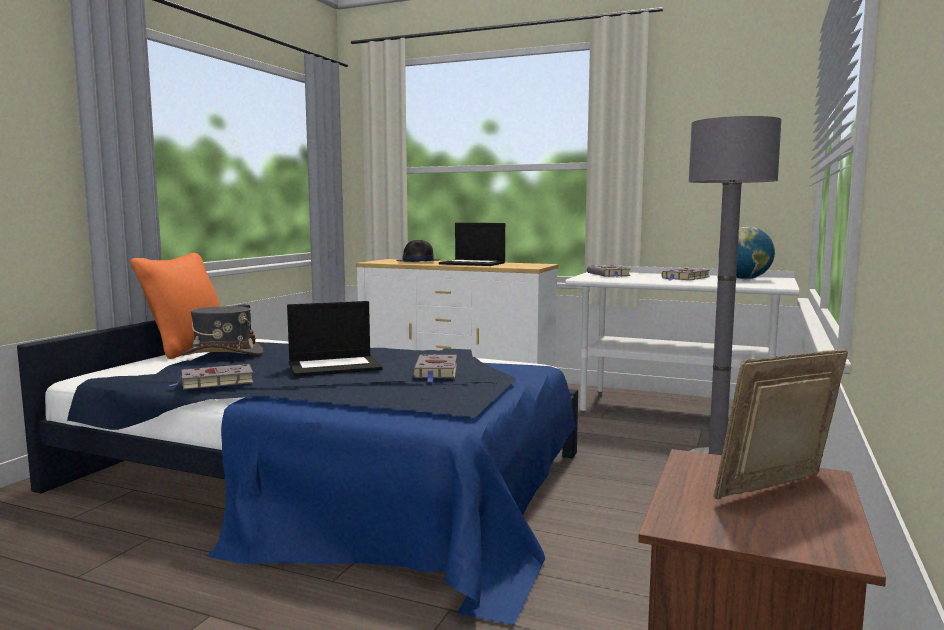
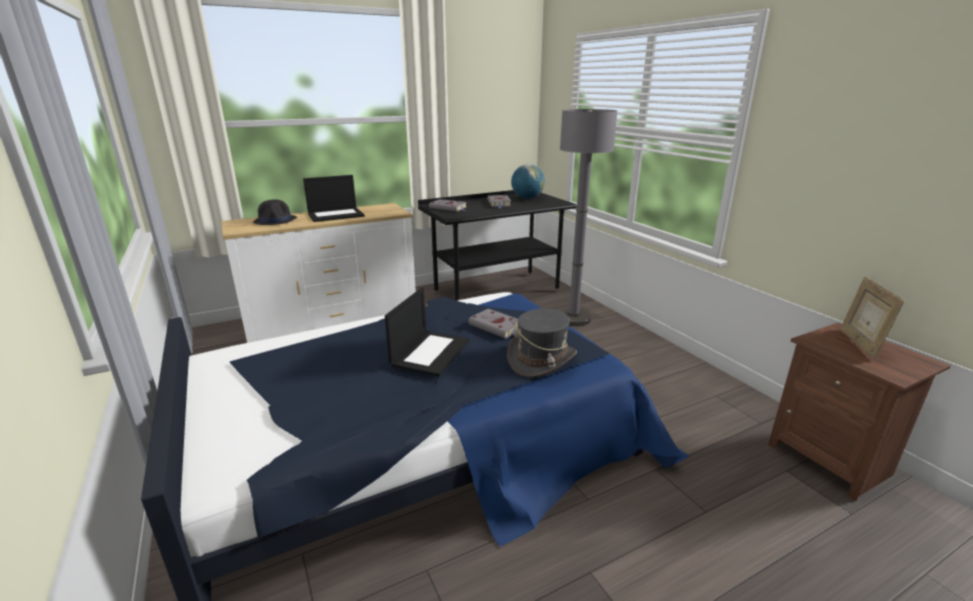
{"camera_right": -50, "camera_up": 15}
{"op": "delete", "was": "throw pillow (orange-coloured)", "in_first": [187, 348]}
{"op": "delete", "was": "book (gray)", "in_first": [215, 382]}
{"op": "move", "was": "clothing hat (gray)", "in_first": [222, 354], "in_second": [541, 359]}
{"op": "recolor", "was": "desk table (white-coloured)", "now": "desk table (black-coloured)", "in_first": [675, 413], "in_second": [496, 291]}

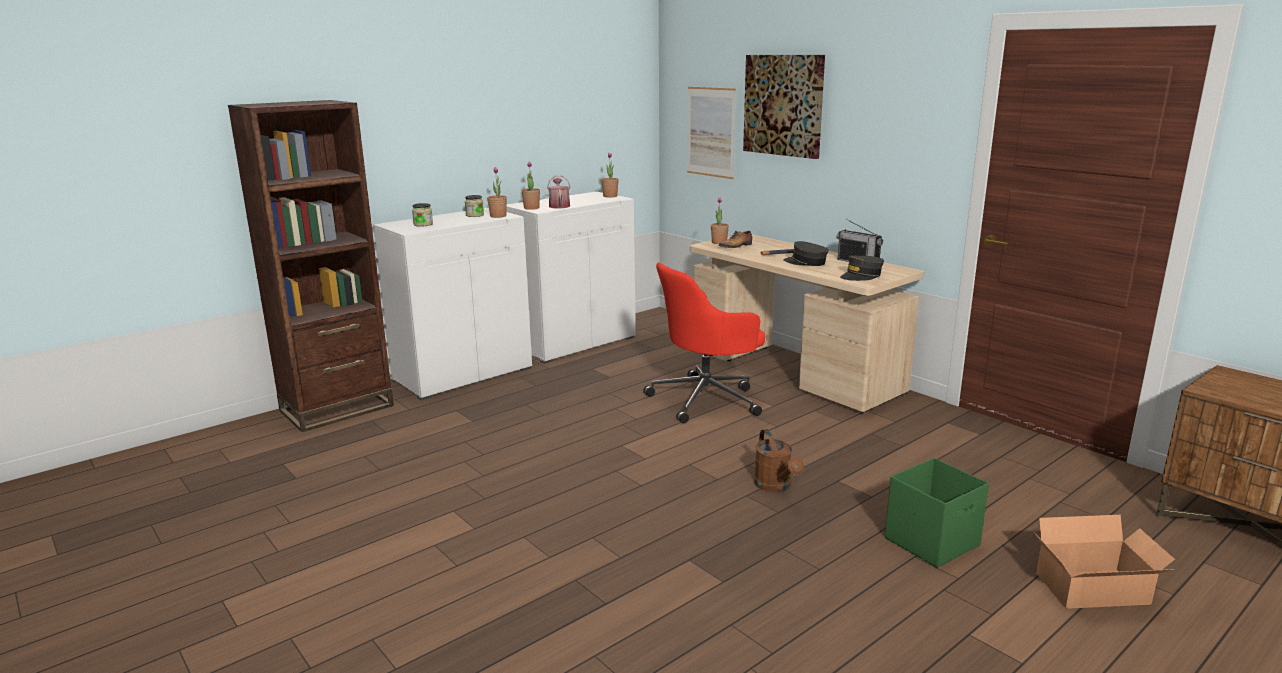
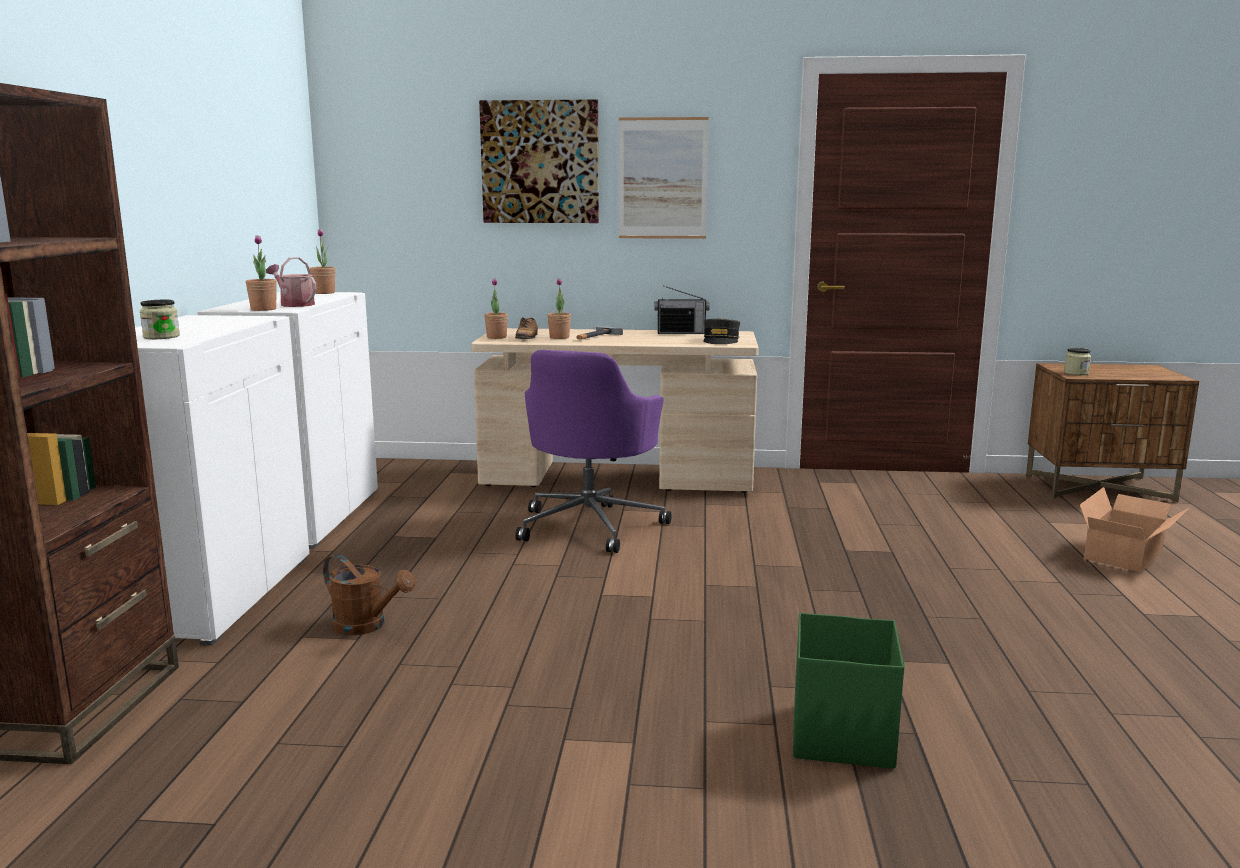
{"camera_right": -45, "camera_up": -5}
{"op": "delete", "was": "cap (gray)", "in_first": [805, 262]}
{"op": "move", "was": "preserve jar", "in_first": [475, 215], "in_second": [1076, 373]}
{"op": "move", "was": "houseplant", "in_first": [498, 216], "in_second": [559, 337]}
{"op": "move", "was": "wall picture", "in_first": [711, 132], "in_second": [662, 178]}
{"op": "move", "was": "watering can (brown-coloured)", "in_first": [776, 487], "in_second": [367, 626]}
{"op": "move", "was": "storage box (green-coloured)", "in_first": [933, 542], "in_second": [843, 735]}
{"op": "recolor", "was": "office chair (red-coloured)", "now": "office chair (purple-coloured)", "in_first": [707, 399], "in_second": [591, 525]}

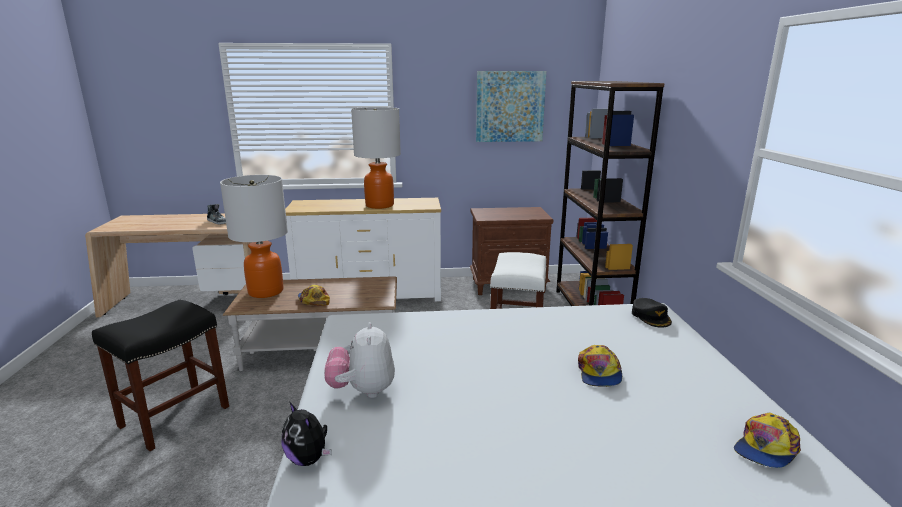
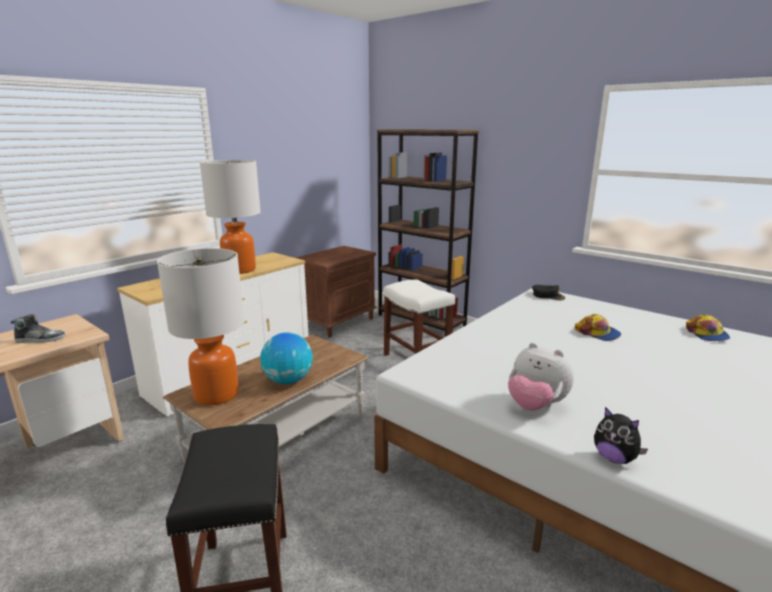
{"camera_right": -45, "camera_up": 0}
{"op": "delete", "was": "wall picture", "in_first": [510, 106]}
{"op": "replace", "was": "cap", "now": "globe", "in_first": [313, 300], "in_second": [288, 380]}
{"op": "rotate", "was": "cuddly toy", "in_first": [308, 458], "in_second": [614, 458], "clockwise": 45}

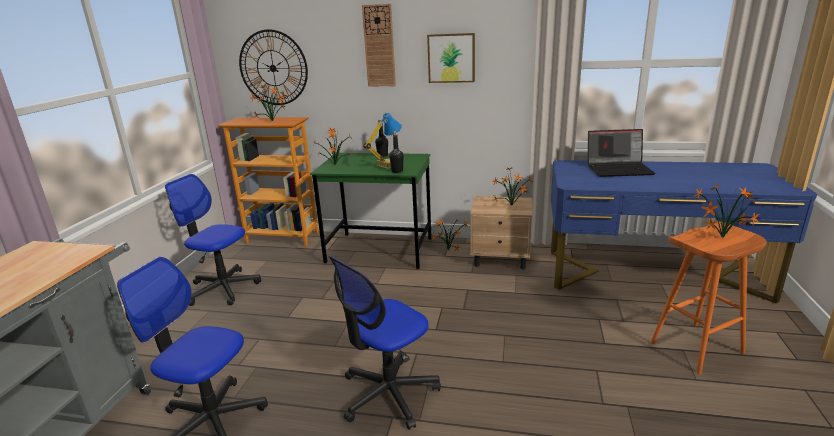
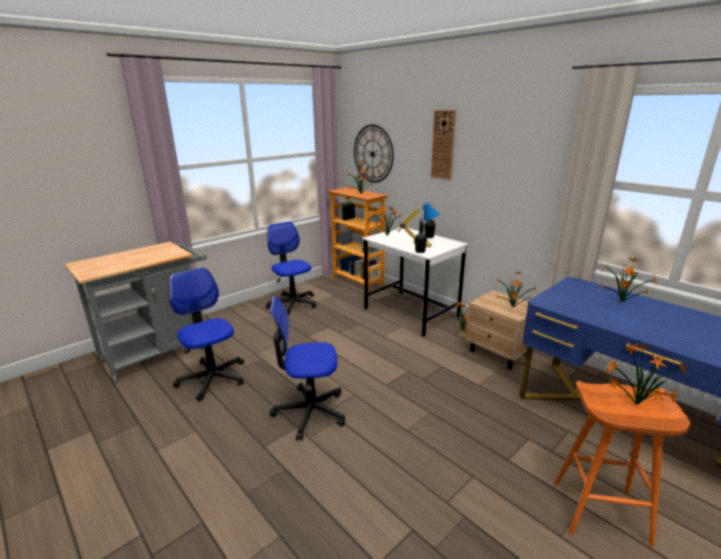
{"camera_right": 35, "camera_up": 0}
{"op": "delete", "was": "wall picture", "in_first": [451, 58]}
{"op": "replace", "was": "laptop", "now": "houseplant", "in_first": [619, 169], "in_second": [623, 303]}
{"op": "recolor", "was": "desk table (green-coloured)", "now": "desk table (white-coloured)", "in_first": [380, 250], "in_second": [411, 313]}

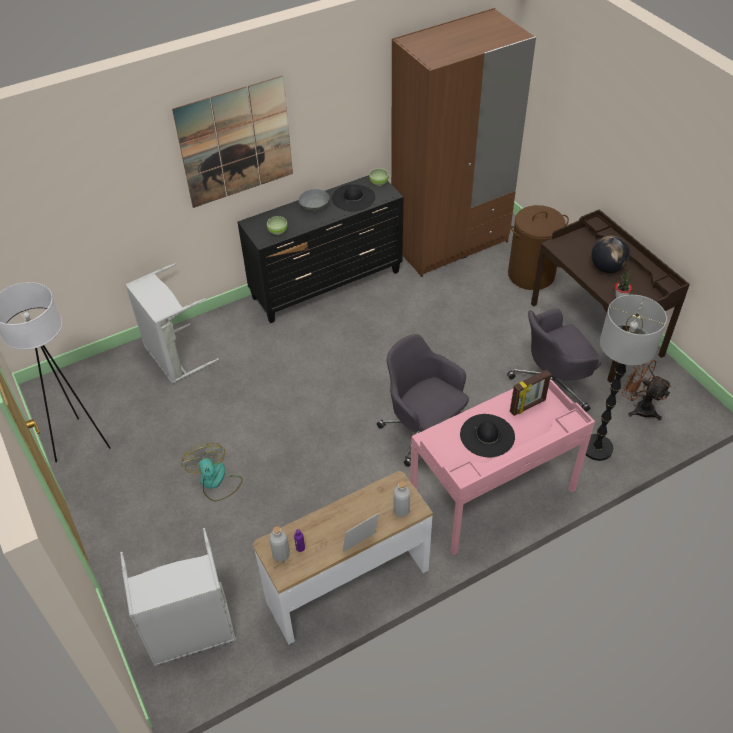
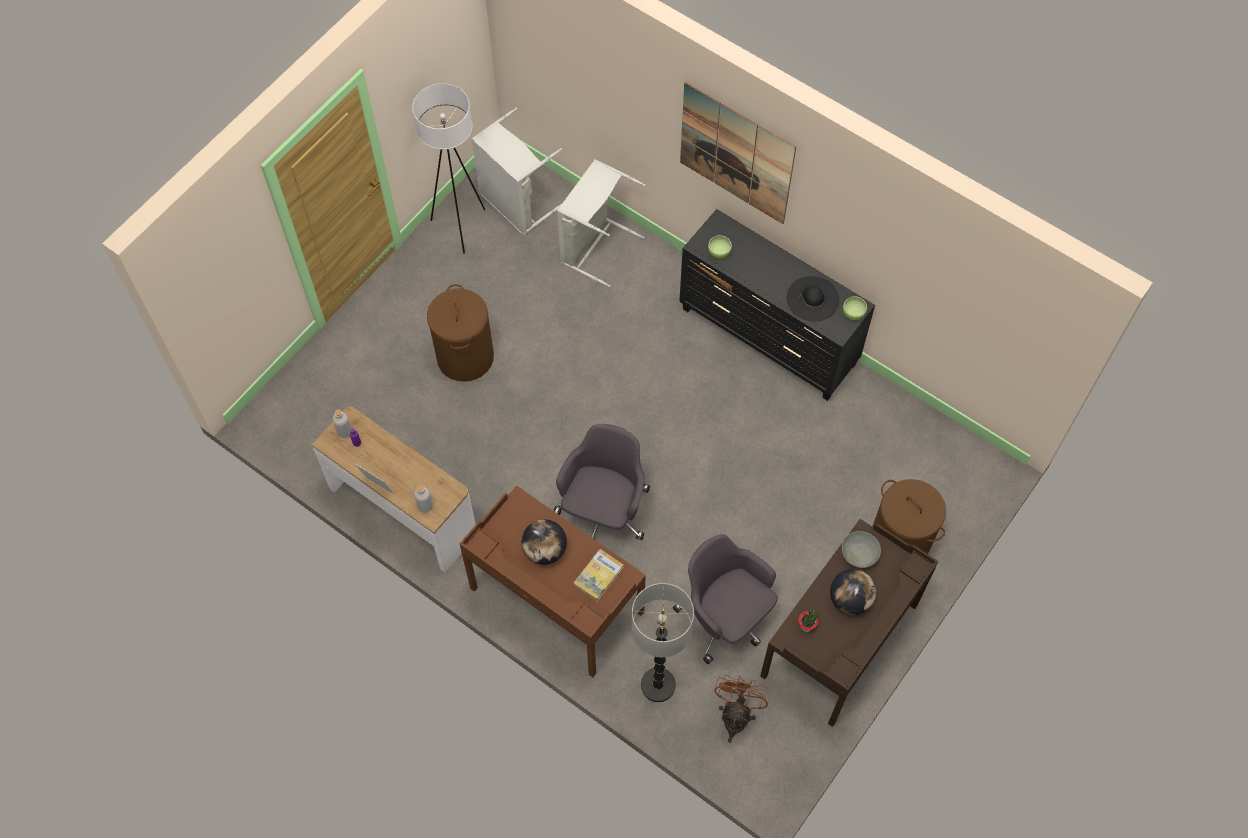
{"camera_right": 65, "camera_up": 15}
{"op": "delete", "was": "wardrobe (brown-coloured)", "in_first": [450, 243]}
{"op": "move", "was": "hamper (gray)", "in_first": [191, 633], "in_second": [515, 204]}
{"op": "move", "was": "bowl (gray)", "in_first": [315, 207], "in_second": [859, 554]}
{"op": "replace", "was": "fan", "now": "hamper (brown-coloured)", "in_first": [215, 482], "in_second": [465, 357]}
{"op": "replace", "was": "clothing hat (black-coloured)", "now": "globe", "in_first": [487, 435], "in_second": [545, 550]}
{"op": "replace", "was": "standing frame", "now": "book", "in_first": [528, 406], "in_second": [598, 576]}
{"op": "recolor", "was": "desk table (pinkish)", "now": "desk table (brown-coloured)", "in_first": [493, 493], "in_second": [556, 601]}

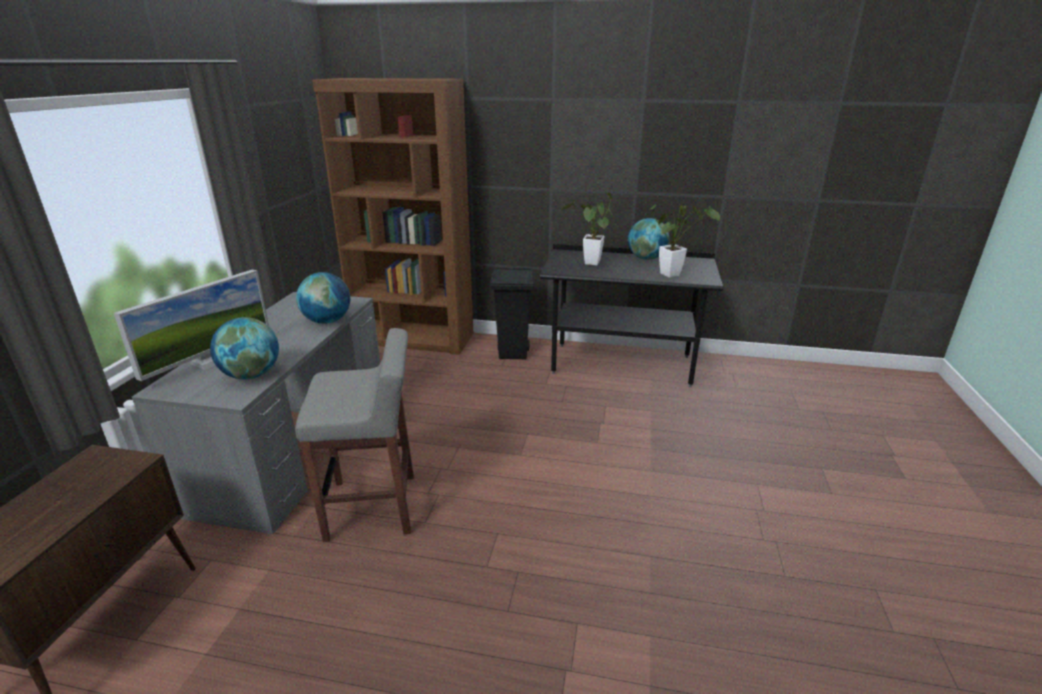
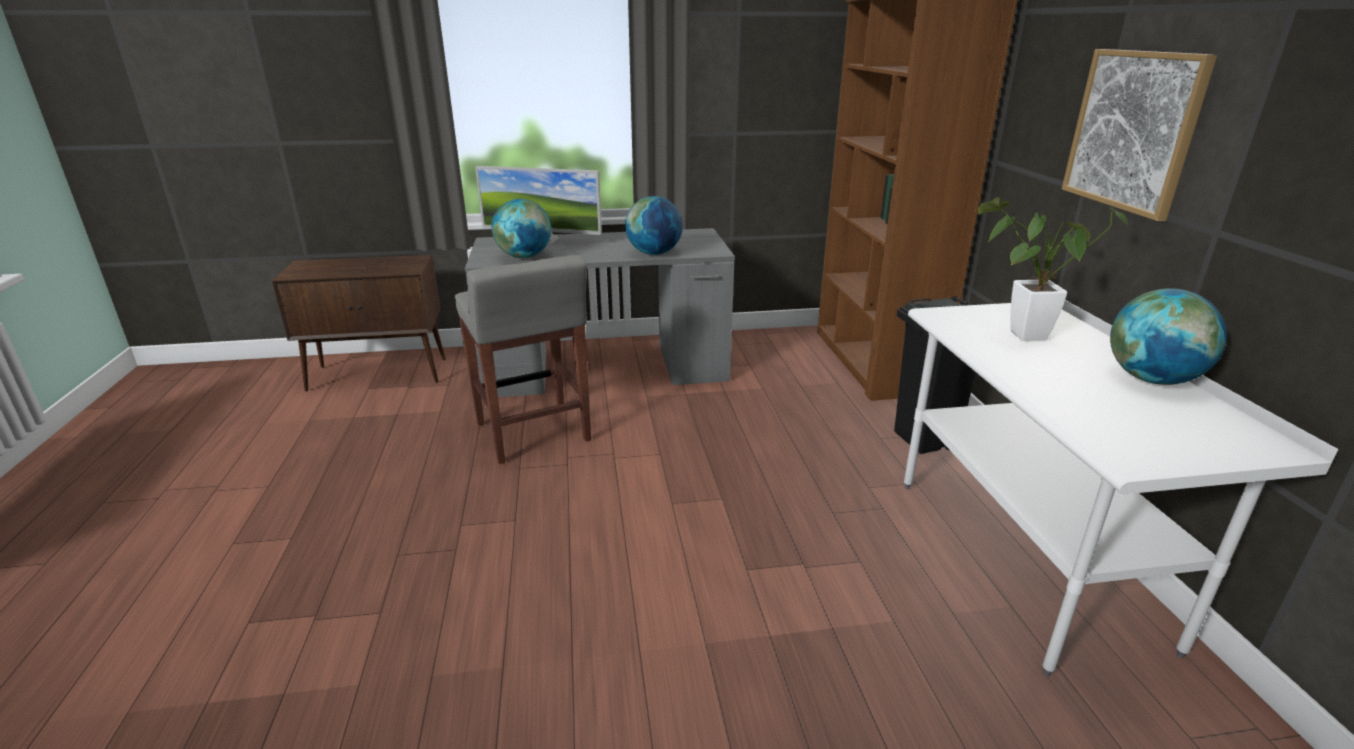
{"camera_right": 70, "camera_up": 0}
{"op": "delete", "was": "houseplant", "in_first": [673, 274]}
{"op": "insert", "now": "wall picture", "in_second": [1133, 130]}
{"op": "recolor", "was": "desk table (black-coloured)", "now": "desk table (white-coloured)", "in_first": [621, 365], "in_second": [1024, 559]}

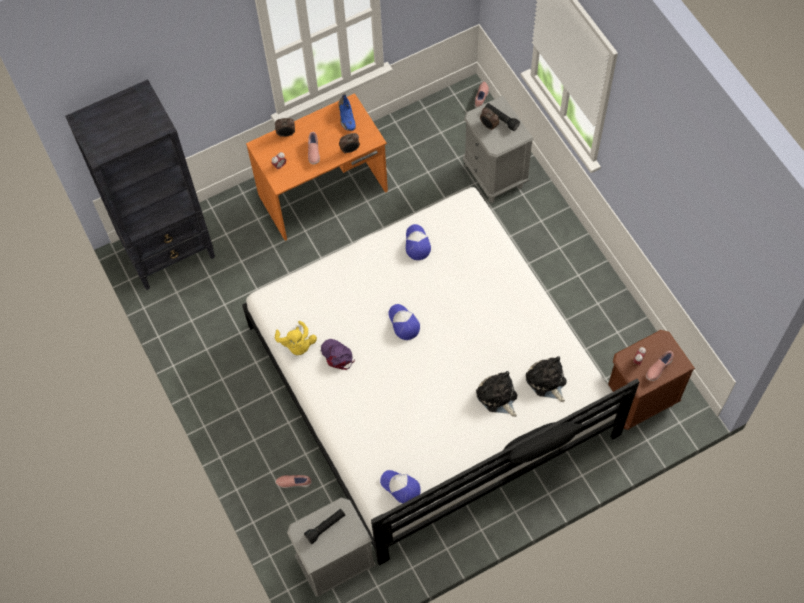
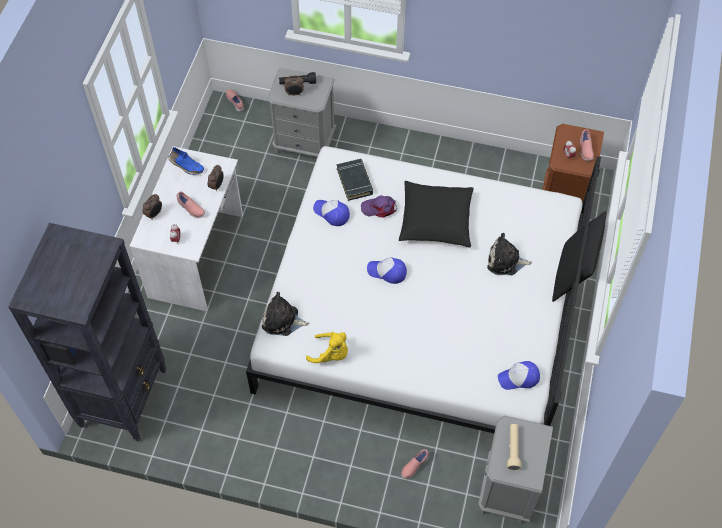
{"camera_right": -50, "camera_up": -5}
{"op": "insert", "now": "book (black-coloured)", "in_second": [355, 181]}
{"op": "insert", "now": "throw pillow (black-coloured)", "in_second": [436, 219]}
{"op": "move", "was": "cap (purple-coloured)", "in_first": [337, 355], "in_second": [379, 208]}
{"op": "move", "was": "cuddly toy", "in_first": [547, 381], "in_second": [282, 320]}
{"op": "recolor", "was": "desk table (orange-coloured)", "now": "desk table (white-coloured)", "in_first": [324, 194], "in_second": [198, 255]}
{"op": "recolor", "was": "hand torch (black-coloured)", "now": "hand torch (beige-coloured)", "in_first": [325, 527], "in_second": [513, 449]}

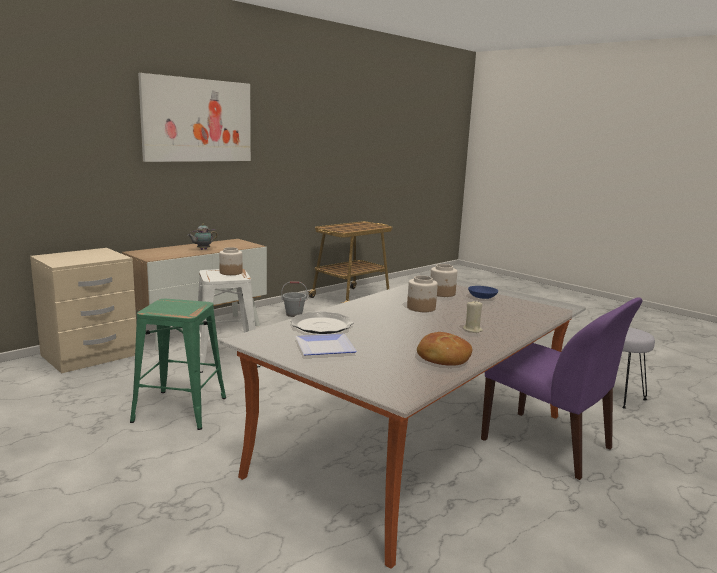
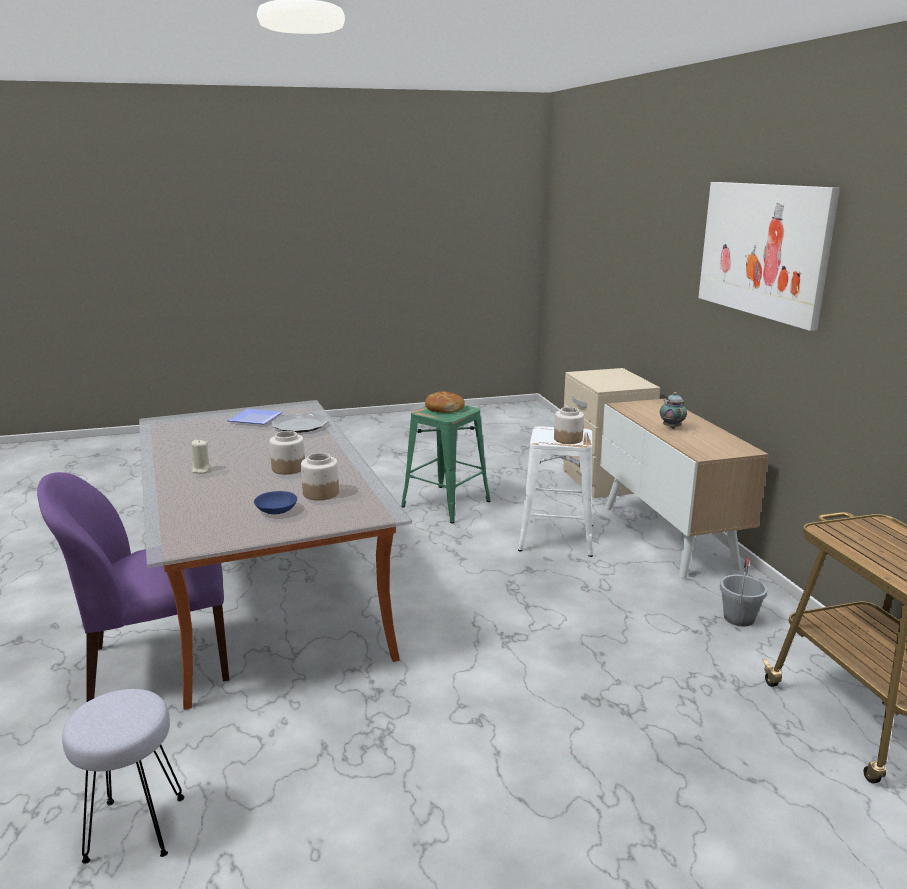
{"camera_right": 120, "camera_up": 5}
{"op": "move", "was": "bakery bread", "in_first": [442, 358], "in_second": [444, 409]}

